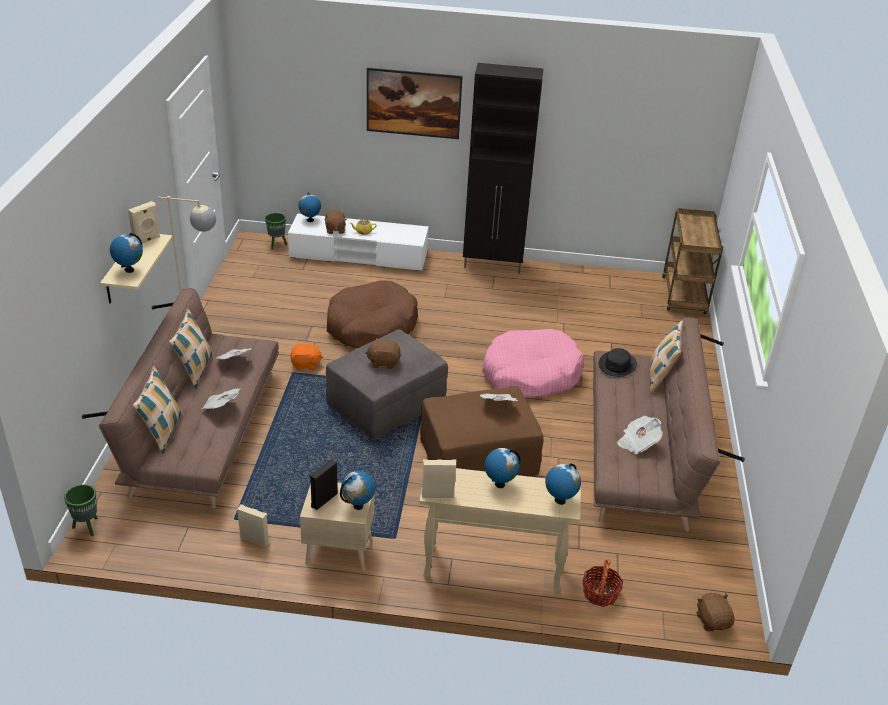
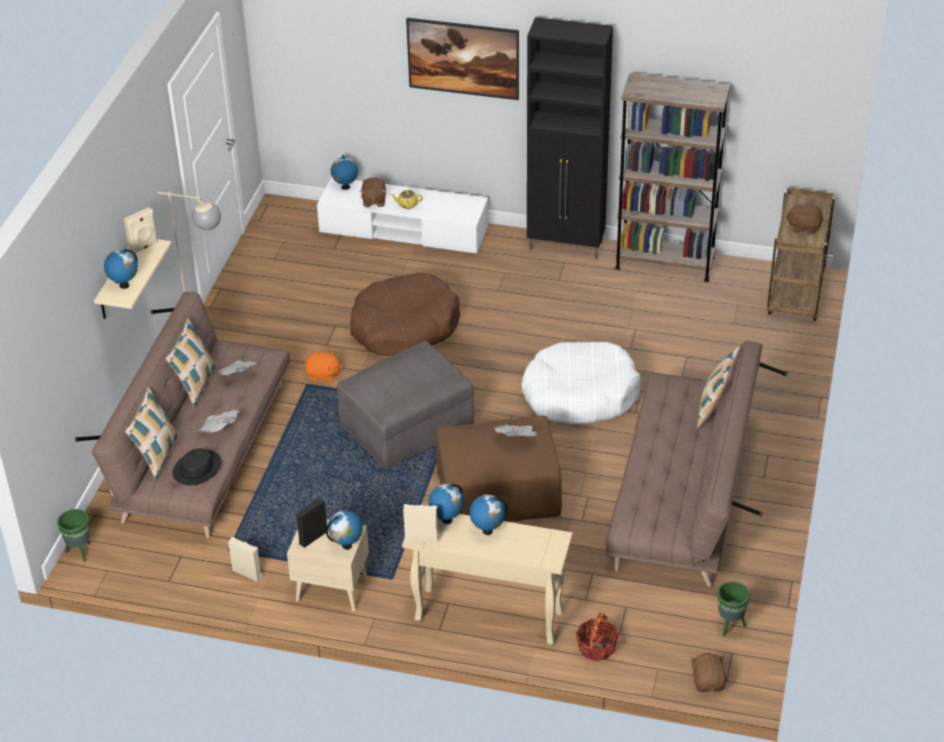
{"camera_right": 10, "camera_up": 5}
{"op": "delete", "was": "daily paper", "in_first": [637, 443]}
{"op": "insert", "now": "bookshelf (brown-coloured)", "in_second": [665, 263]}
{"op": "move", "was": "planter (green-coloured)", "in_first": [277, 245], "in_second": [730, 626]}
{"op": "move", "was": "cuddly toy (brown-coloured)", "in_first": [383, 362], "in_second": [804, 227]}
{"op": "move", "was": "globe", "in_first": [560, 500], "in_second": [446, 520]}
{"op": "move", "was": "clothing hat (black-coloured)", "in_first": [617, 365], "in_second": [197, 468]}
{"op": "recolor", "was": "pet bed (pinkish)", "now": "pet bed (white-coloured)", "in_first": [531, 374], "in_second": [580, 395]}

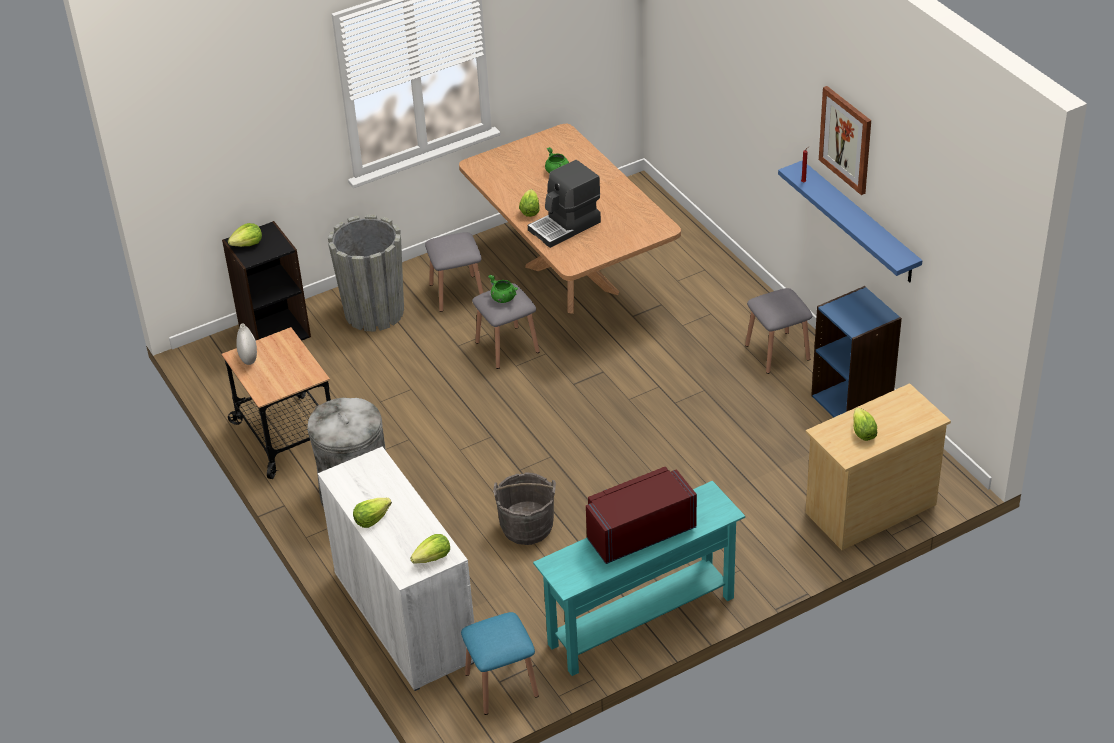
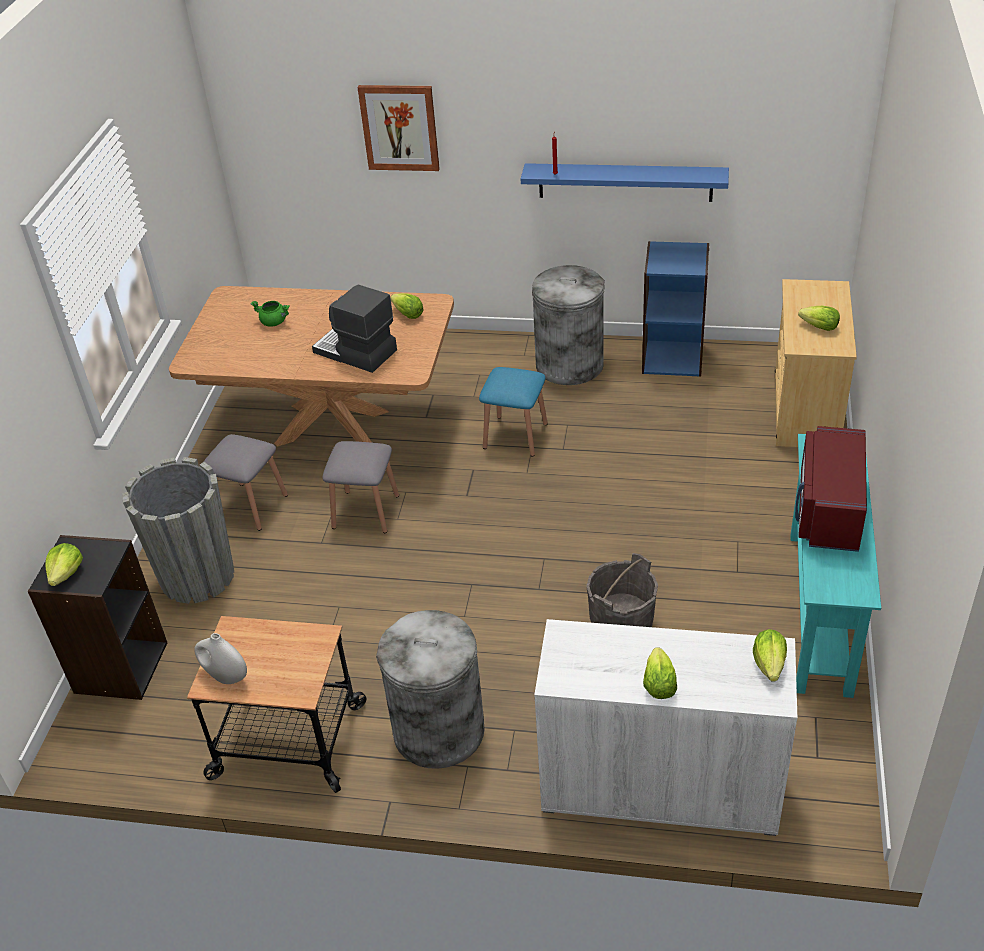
{"camera_right": -50, "camera_up": 0}
{"op": "delete", "was": "cooking pot (green-coloured)", "in_first": [503, 298]}
{"op": "move", "was": "stool seat (blue-coloured)", "in_first": [501, 685], "in_second": [515, 435]}
{"op": "move", "was": "lettuce", "in_first": [530, 211], "in_second": [408, 314]}
{"op": "move", "was": "wall picture", "in_first": [846, 139], "in_second": [399, 127]}
{"op": "replace", "was": "stool seat (gray)", "now": "waste bin (gray)", "in_first": [777, 352], "in_second": [570, 364]}
{"op": "rotate", "was": "coffee brewer", "in_first": [565, 226], "in_second": [355, 352], "clockwise": 120}

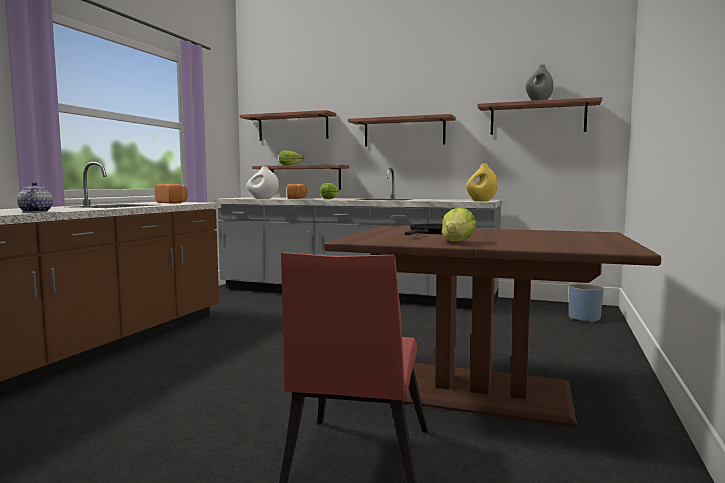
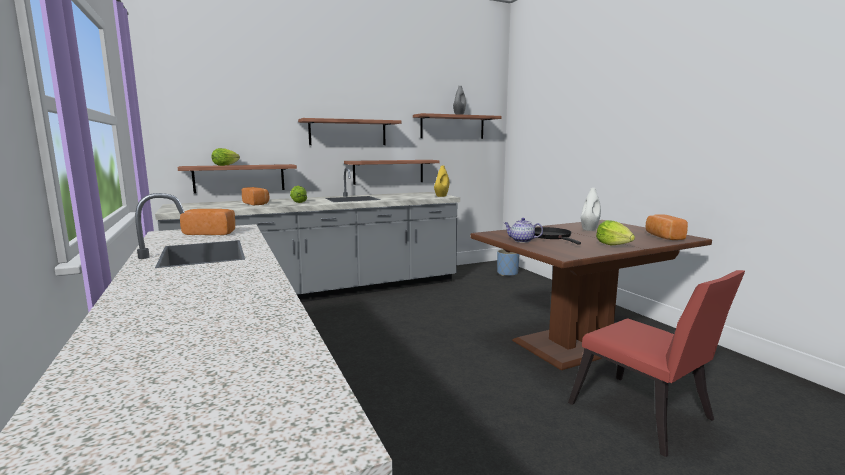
{"camera_right": -45, "camera_up": 5}
{"op": "insert", "now": "bakery bread", "in_second": [663, 237]}
{"op": "move", "was": "pot for tea", "in_first": [35, 211], "in_second": [521, 241]}
{"op": "move", "was": "bracket shelf", "in_first": [293, 127], "in_second": [388, 171]}
{"op": "move", "was": "vase (white-coloured)", "in_first": [263, 198], "in_second": [589, 229]}

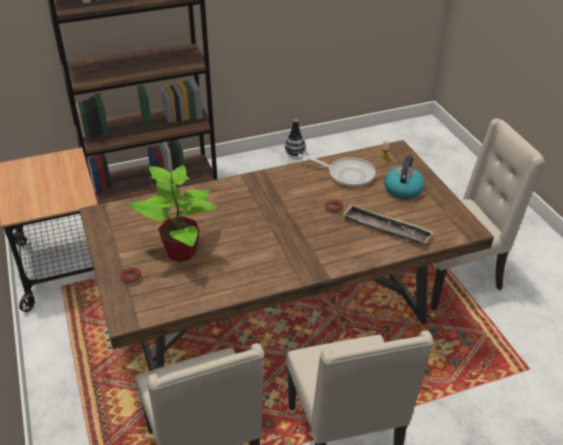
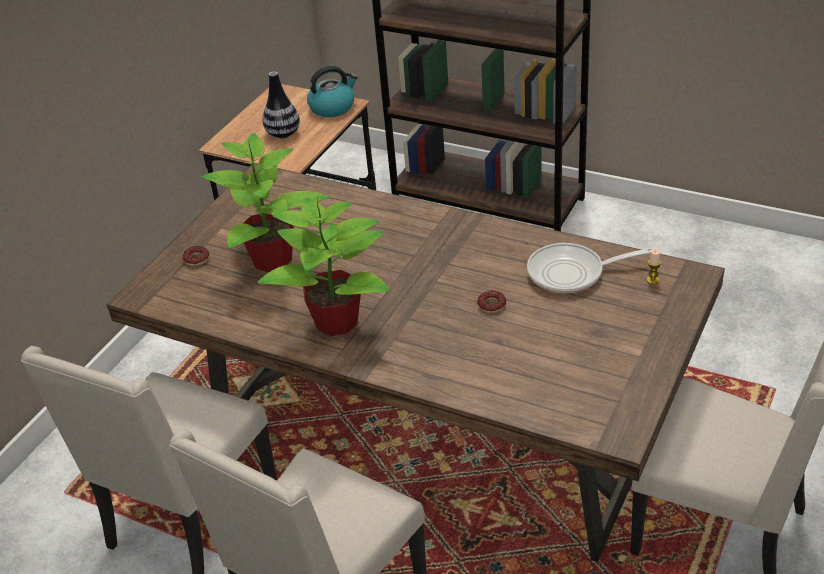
{"camera_right": 50, "camera_up": 0}
{"op": "delete", "was": "serving tray", "in_first": [386, 229]}
{"op": "insert", "now": "houseplant", "in_second": [338, 321]}
{"op": "move", "was": "vase", "in_first": [295, 153], "in_second": [283, 134]}
{"op": "move", "was": "water kettle", "in_first": [403, 189], "in_second": [333, 107]}
{"op": "rotate", "was": "frying pan", "in_first": [347, 175], "in_second": [572, 273], "clockwise": 105}

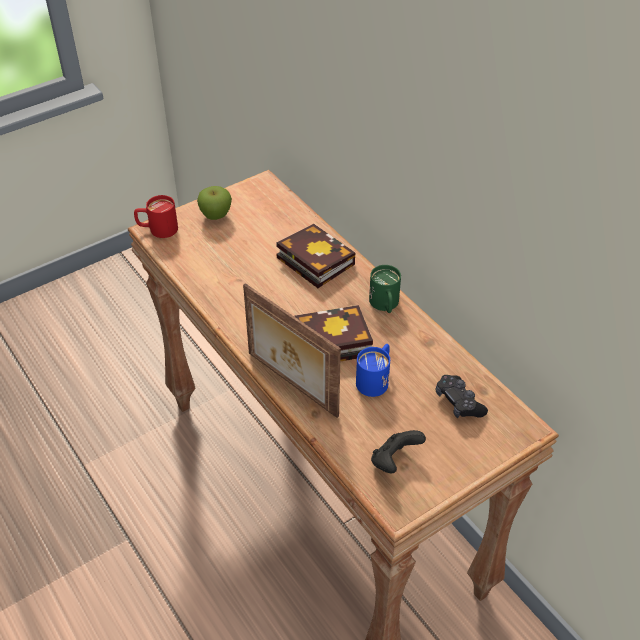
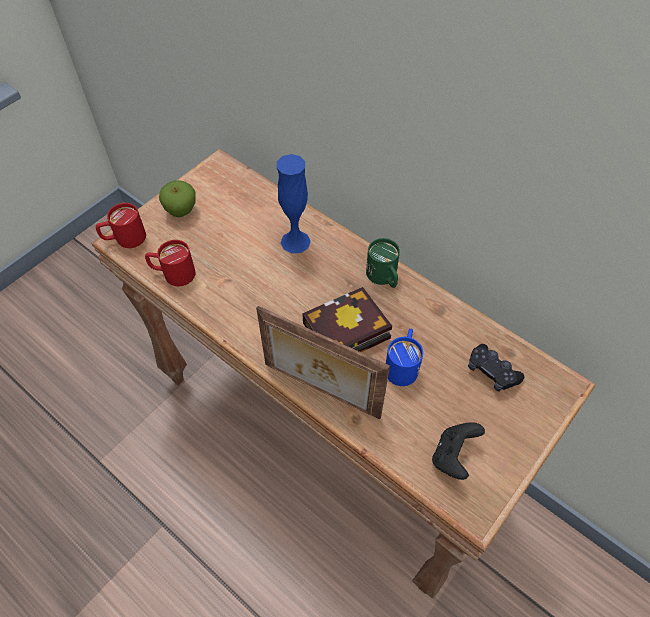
{"camera_right": -15, "camera_up": 10}
{"op": "insert", "now": "coffee mug (red-coloured)", "in_second": [173, 274]}
{"op": "replace", "was": "book", "now": "vase (blue-coloured)", "in_first": [312, 260], "in_second": [295, 241]}

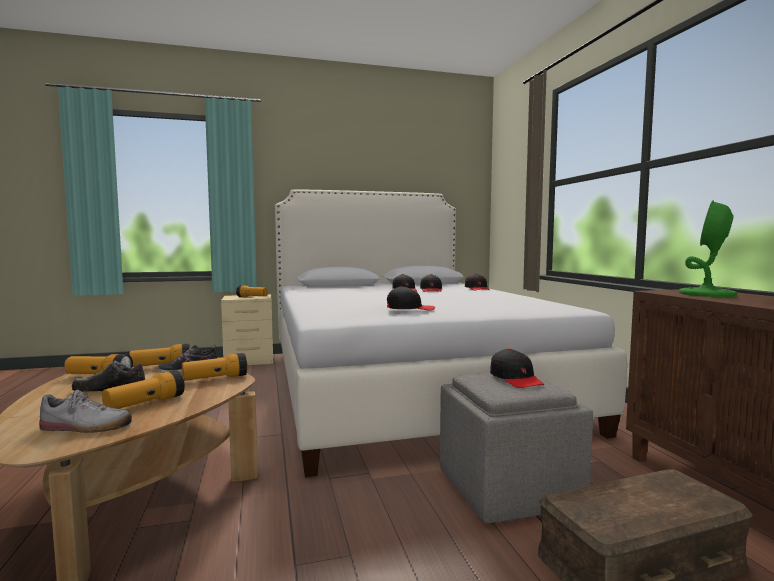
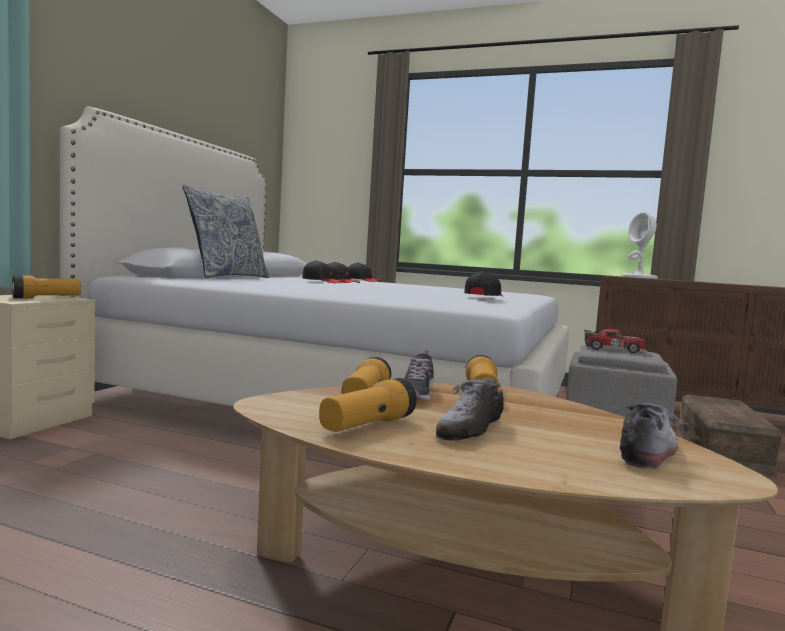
{"camera_right": -55, "camera_up": 0}
{"op": "delete", "was": "hand torch", "in_first": [145, 404]}
{"op": "insert", "now": "throw pillow", "in_second": [227, 277]}
{"op": "replace", "was": "cap (black-coloured)", "now": "model car", "in_first": [516, 379], "in_second": [613, 349]}
{"op": "recolor", "was": "tabletop lamp (green-coloured)", "now": "tabletop lamp (white-coloured)", "in_first": [706, 294], "in_second": [639, 277]}

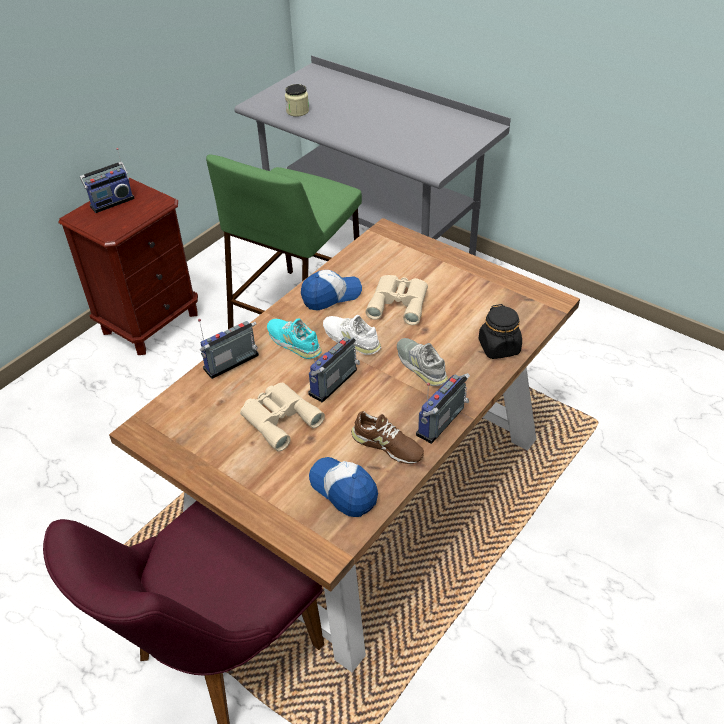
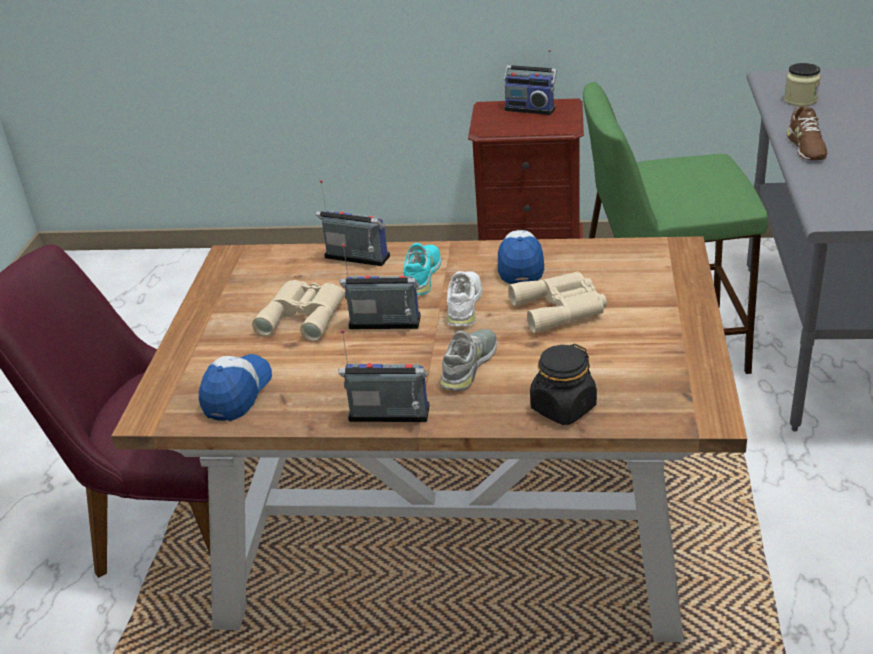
{"camera_right": 60, "camera_up": -10}
{"op": "move", "was": "item of footwear (brown-coloured)", "in_first": [387, 445], "in_second": [806, 147]}
{"op": "rotate", "was": "cap", "in_first": [331, 296], "in_second": [520, 264], "clockwise": -120}

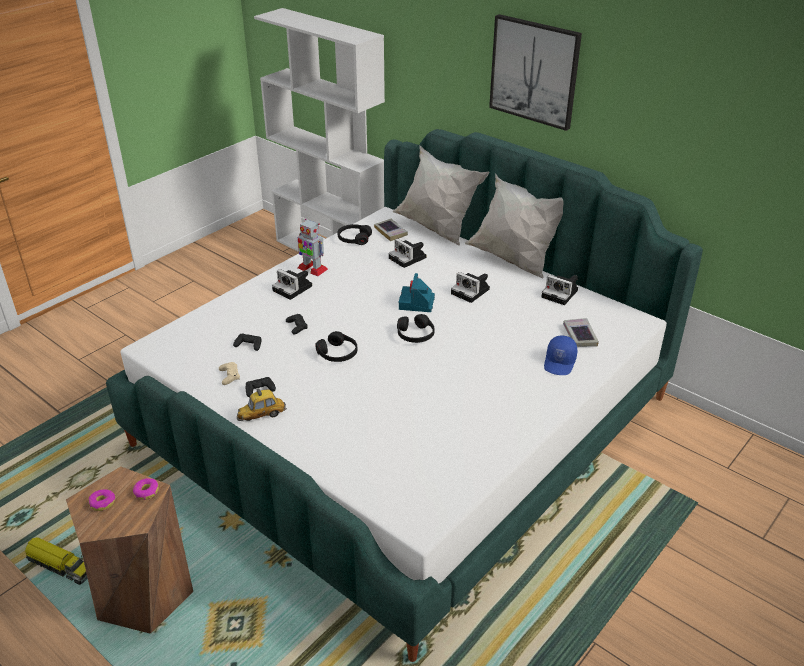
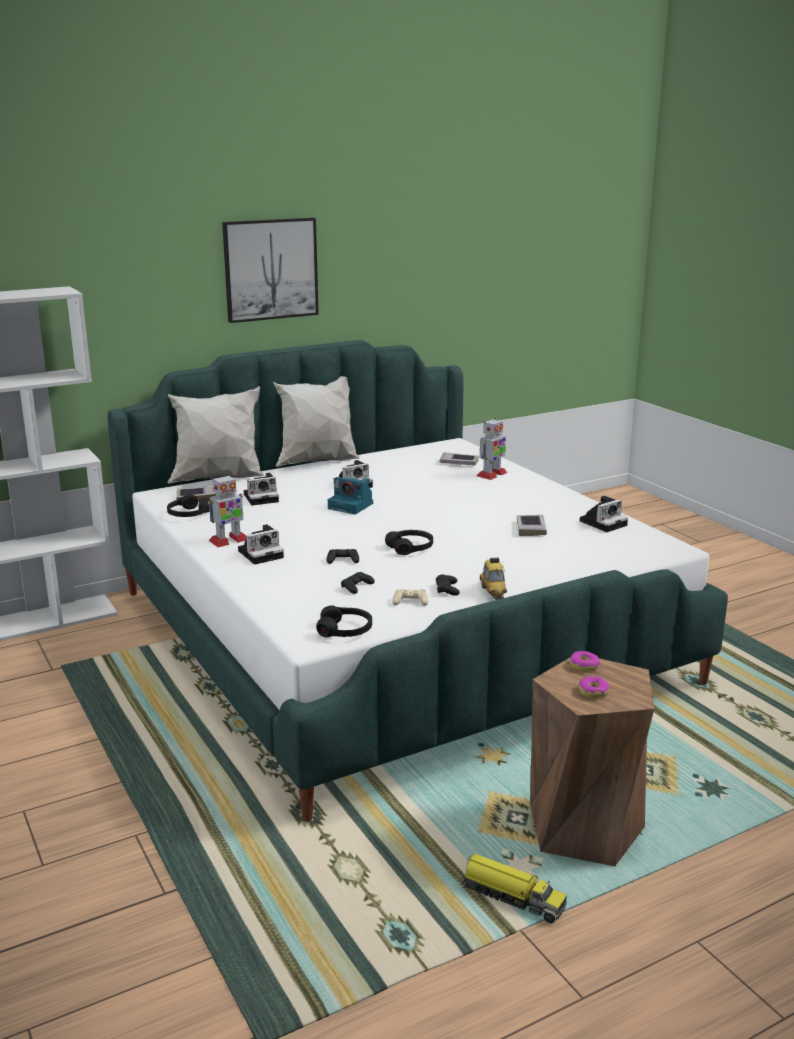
{"camera_right": -70, "camera_up": -15}
{"op": "insert", "now": "book", "in_second": [531, 529]}
{"op": "move", "was": "headphones (black-coloured)", "in_first": [415, 335], "in_second": [345, 630]}
{"op": "move", "was": "photo camera", "in_first": [561, 294], "in_second": [603, 523]}
{"op": "replace", "was": "cap (blue-coloured)", "now": "toy robot", "in_first": [560, 362], "in_second": [491, 474]}
{"op": "rotate", "was": "toy truck", "in_first": [60, 566], "in_second": [512, 897], "clockwise": 75}

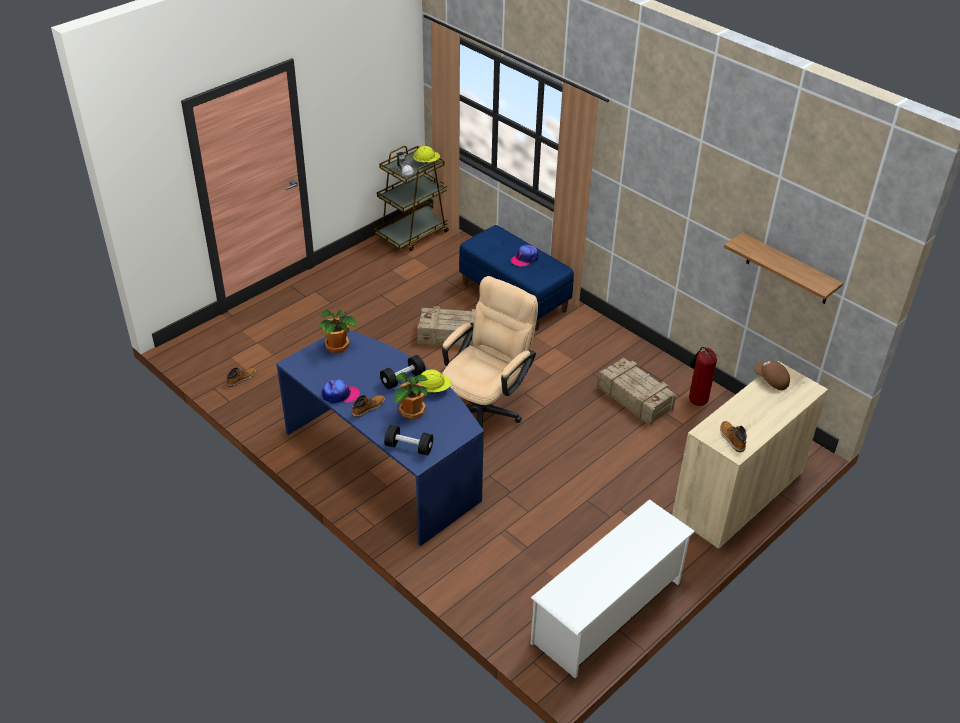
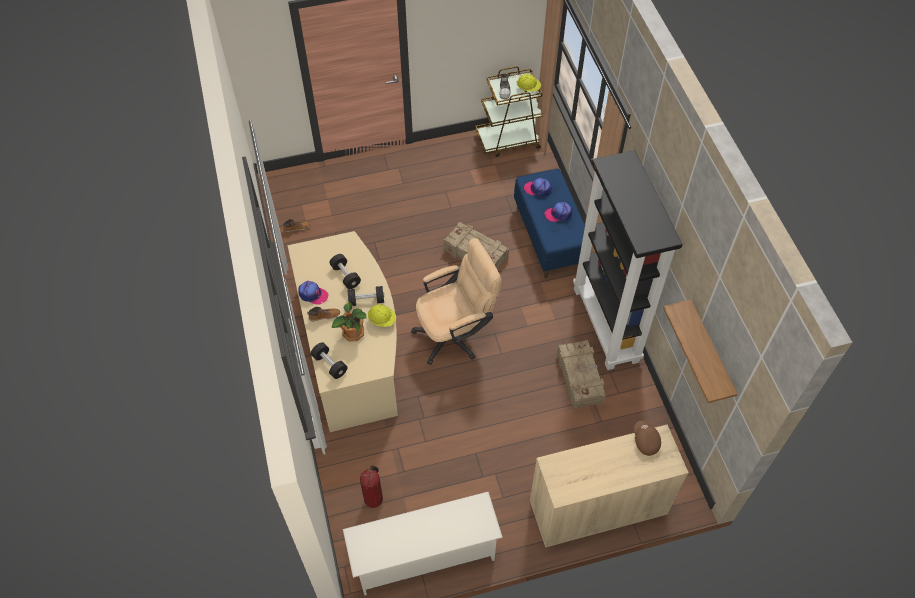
{"camera_right": 30, "camera_up": 15}
{"op": "delete", "was": "houseplant", "in_first": [337, 346]}
{"op": "delete", "was": "boot", "in_first": [731, 439]}
{"op": "insert", "now": "hand weight (black-coloured)", "in_second": [345, 276]}
{"op": "insert", "now": "cap", "in_second": [538, 189]}
{"op": "insert", "now": "bookshelf (black-coloured)", "in_second": [606, 325]}
{"op": "move", "was": "extinguisher", "in_first": [696, 400], "in_second": [374, 498]}
{"op": "recolor", "was": "desk table (blue-coloured)", "now": "desk table (beige-coloured)", "in_first": [386, 463], "in_second": [351, 349]}

